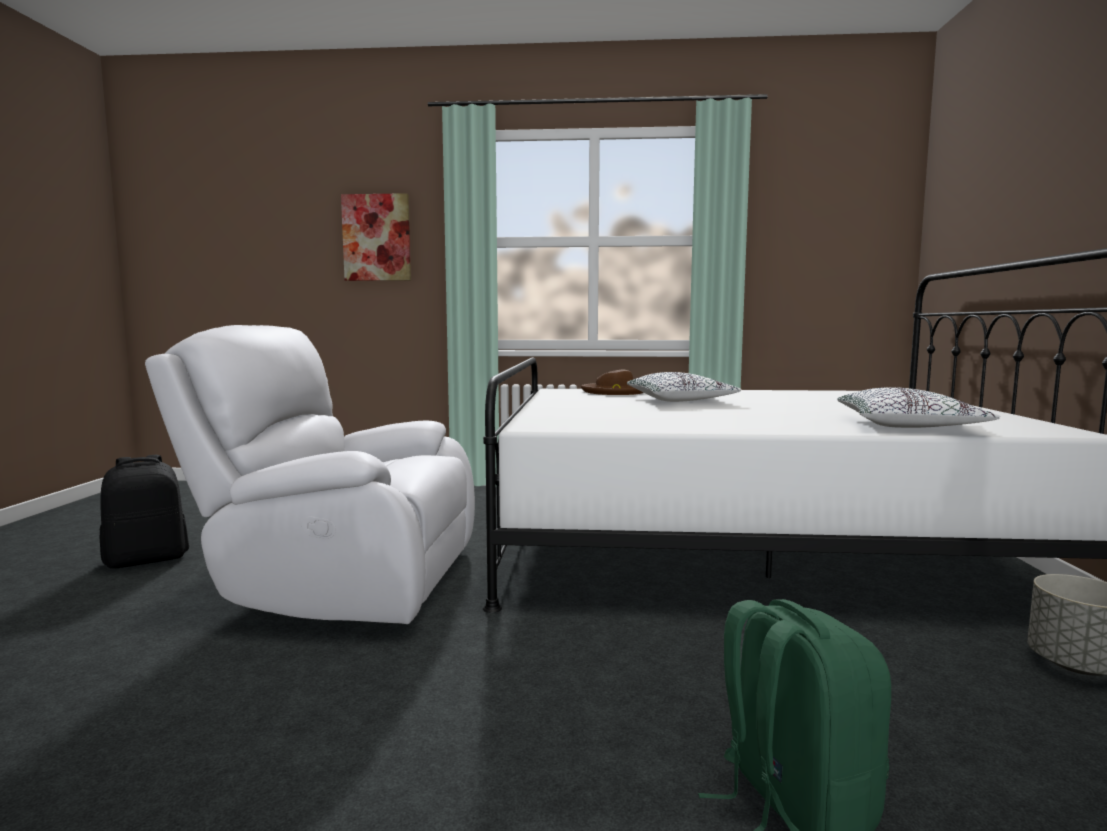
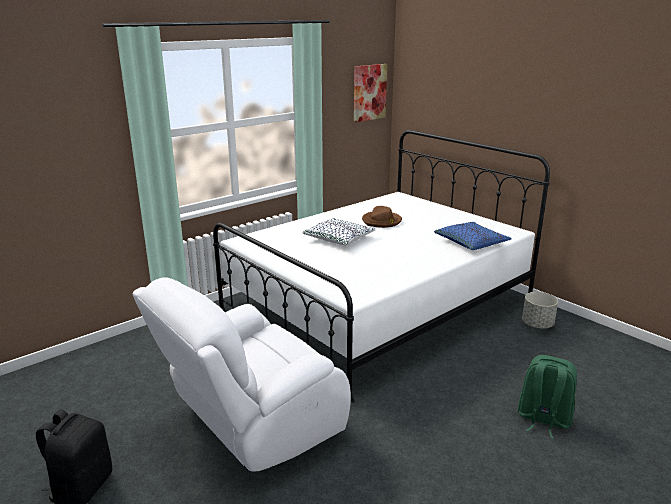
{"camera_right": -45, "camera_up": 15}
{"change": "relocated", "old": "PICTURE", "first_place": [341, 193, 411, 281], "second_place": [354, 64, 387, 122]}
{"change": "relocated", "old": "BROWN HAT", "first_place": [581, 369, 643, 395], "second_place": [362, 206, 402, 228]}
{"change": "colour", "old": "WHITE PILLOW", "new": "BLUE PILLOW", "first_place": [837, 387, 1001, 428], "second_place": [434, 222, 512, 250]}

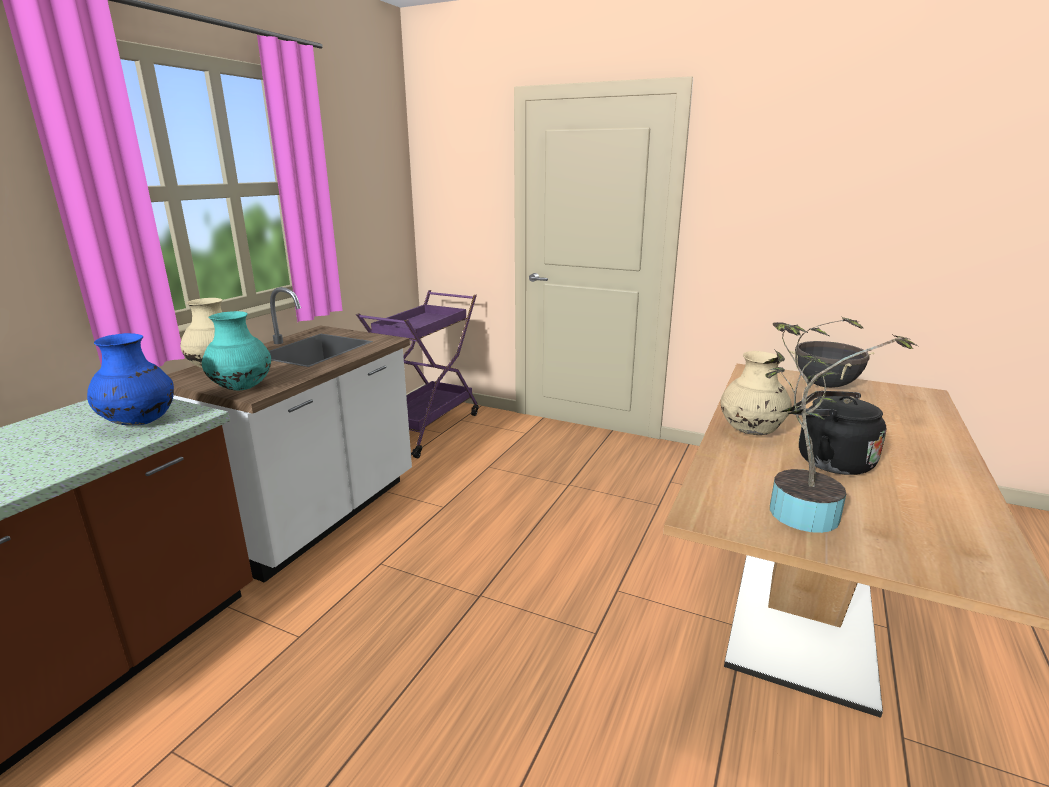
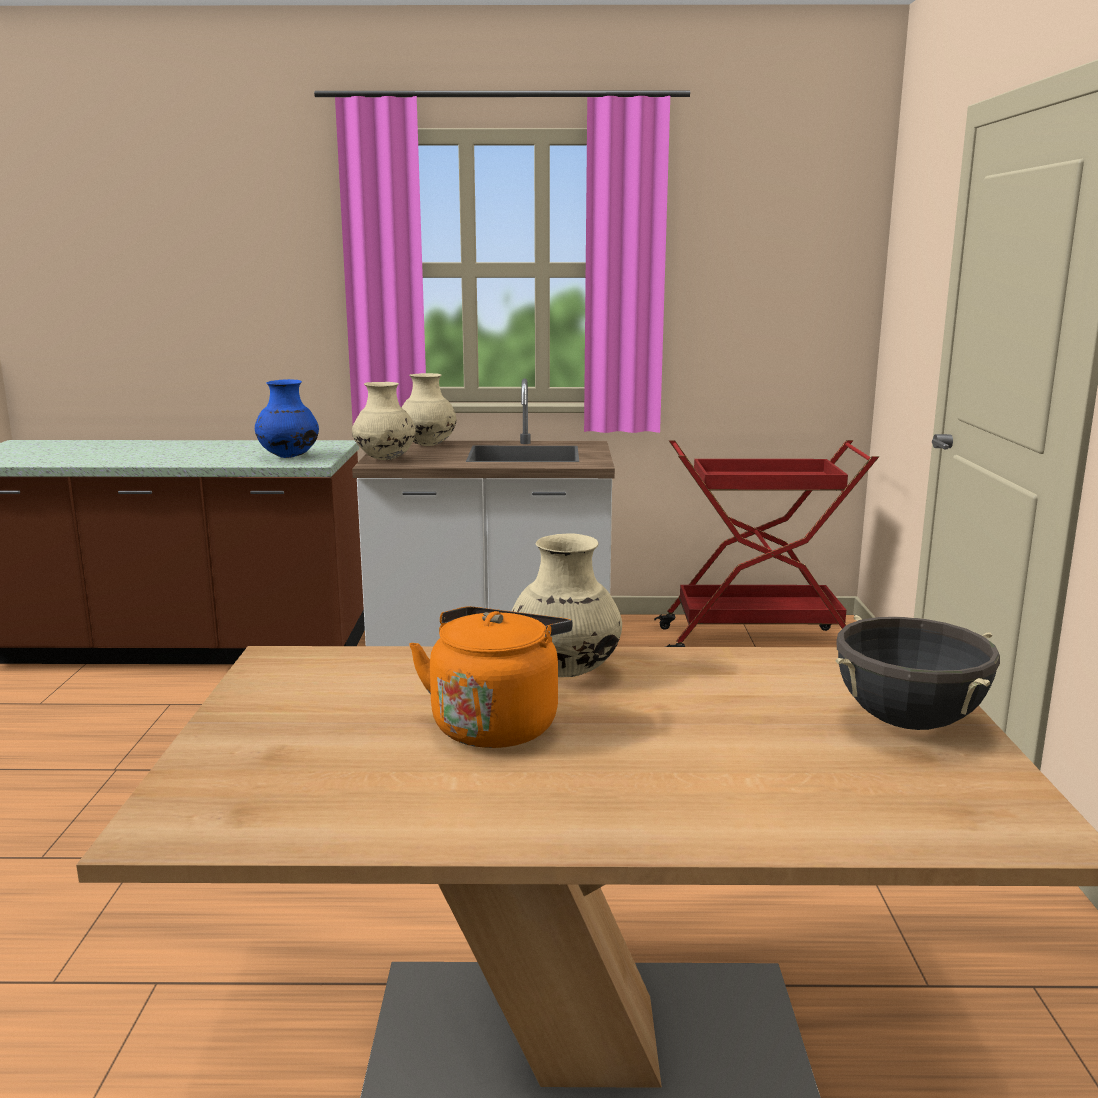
{"camera_right": 65, "camera_up": -5}
{"change": "missing", "old": "POTTED PLANT", "first_place": [763, 315, 918, 533]}
{"change": "colour", "old": "TURQUOISE VASE", "new": "BEIGE VASE", "first_place": [202, 311, 271, 391], "second_place": [352, 382, 415, 460]}
{"change": "colour", "old": "PURPLE CART", "new": "RED CART", "first_place": [356, 290, 479, 458], "second_place": [654, 440, 879, 647]}
{"change": "colour", "old": "BLACK KETTLE", "new": "ORANGE KETTLE", "first_place": [792, 391, 886, 475], "second_place": [409, 607, 573, 748]}

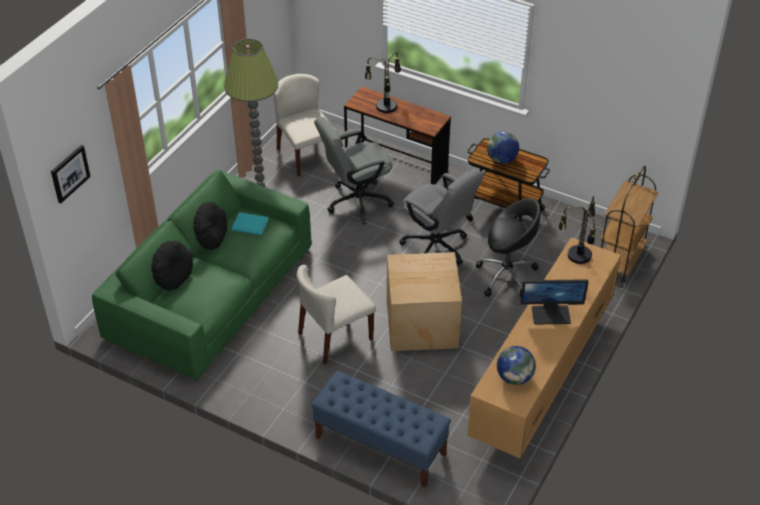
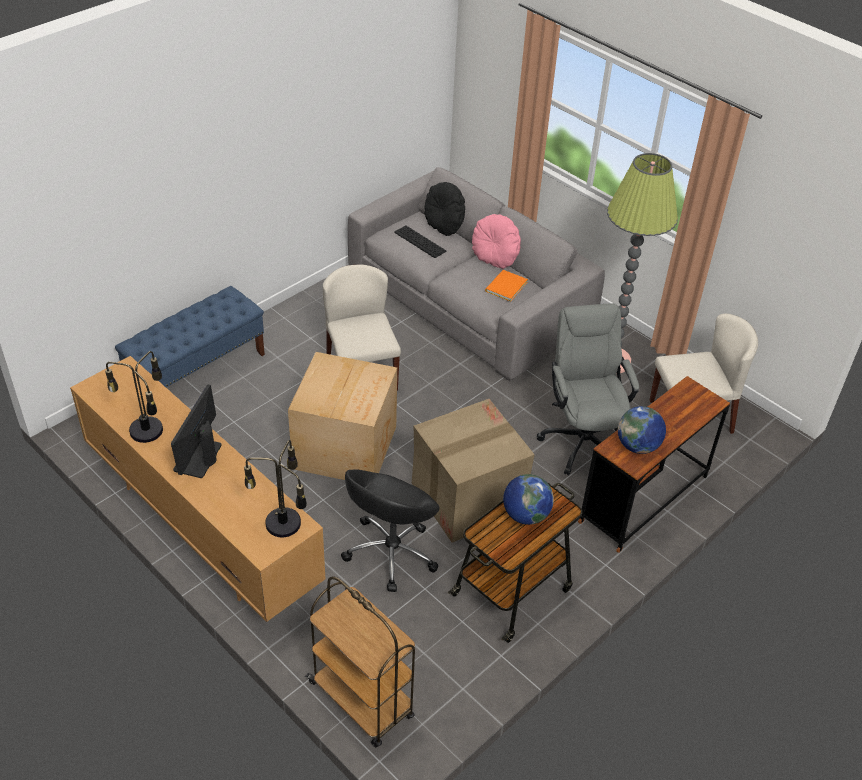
{"camera_right": 105, "camera_up": 0}
{"change": "missing", "old": "PICTURE", "first_place": [51, 145, 91, 203]}
{"change": "appeared", "new": "KEYBOARD", "second_place": [394, 225, 447, 258]}
{"change": "relocated", "old": "TABLE LAMP", "first_place": [365, 52, 401, 113], "second_place": [105, 351, 163, 443]}
{"change": "relocated", "old": "GLOBE", "first_place": [497, 346, 536, 385], "second_place": [618, 406, 666, 454]}
{"change": "exchanged", "old": "GREY OFFICE CHAIR", "new": "CARDBOARD BOX", "first_place": [399, 169, 484, 265], "second_place": [412, 399, 535, 543]}
{"change": "colour", "old": "GREEN SOFA", "new": "GREY SOFA", "first_place": [92, 169, 311, 380], "second_place": [348, 167, 605, 381]}
{"change": "colour", "old": "BLACK PILLOW", "new": "PINK PILLOW", "first_place": [194, 202, 227, 250], "second_place": [472, 214, 521, 269]}
{"change": "colour", "old": "TURQUOISE BOOK", "new": "ORANGE BOOK", "first_place": [232, 212, 269, 235], "second_place": [485, 270, 528, 301]}

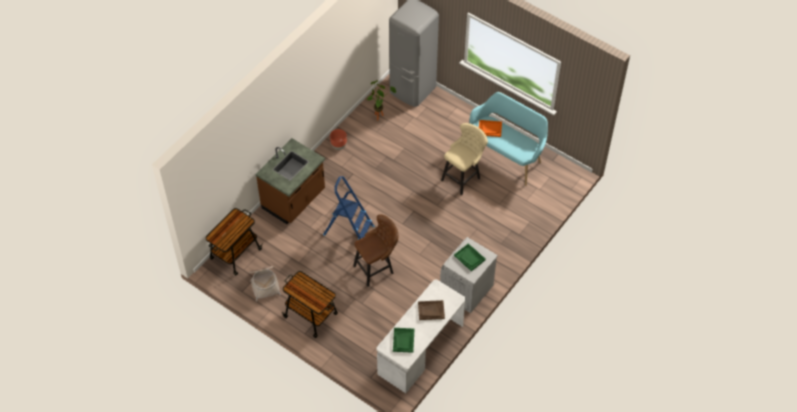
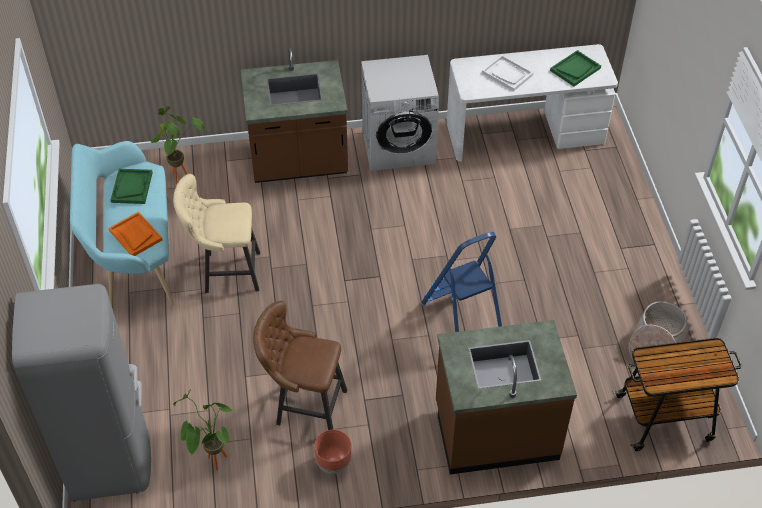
{"camera_right": -135, "camera_up": -5}
{"change": "missing", "old": "CART", "first_place": [281, 271, 338, 338]}
{"change": "appeared", "new": "POTTED PLANT", "second_place": [151, 106, 205, 184]}
{"change": "appeared", "new": "BROWN COUNTER", "second_place": [241, 47, 348, 183]}
{"change": "relocated", "old": "BROWN STOOL", "first_place": [353, 214, 398, 286], "second_place": [253, 301, 347, 430]}
{"change": "relocated", "old": "GREEN TRAY", "first_place": [454, 243, 486, 271], "second_place": [111, 169, 153, 204]}
{"change": "colour", "old": "BROWN TRAY", "new": "WHITE TRAY", "first_place": [418, 300, 445, 320], "second_place": [482, 55, 534, 91]}

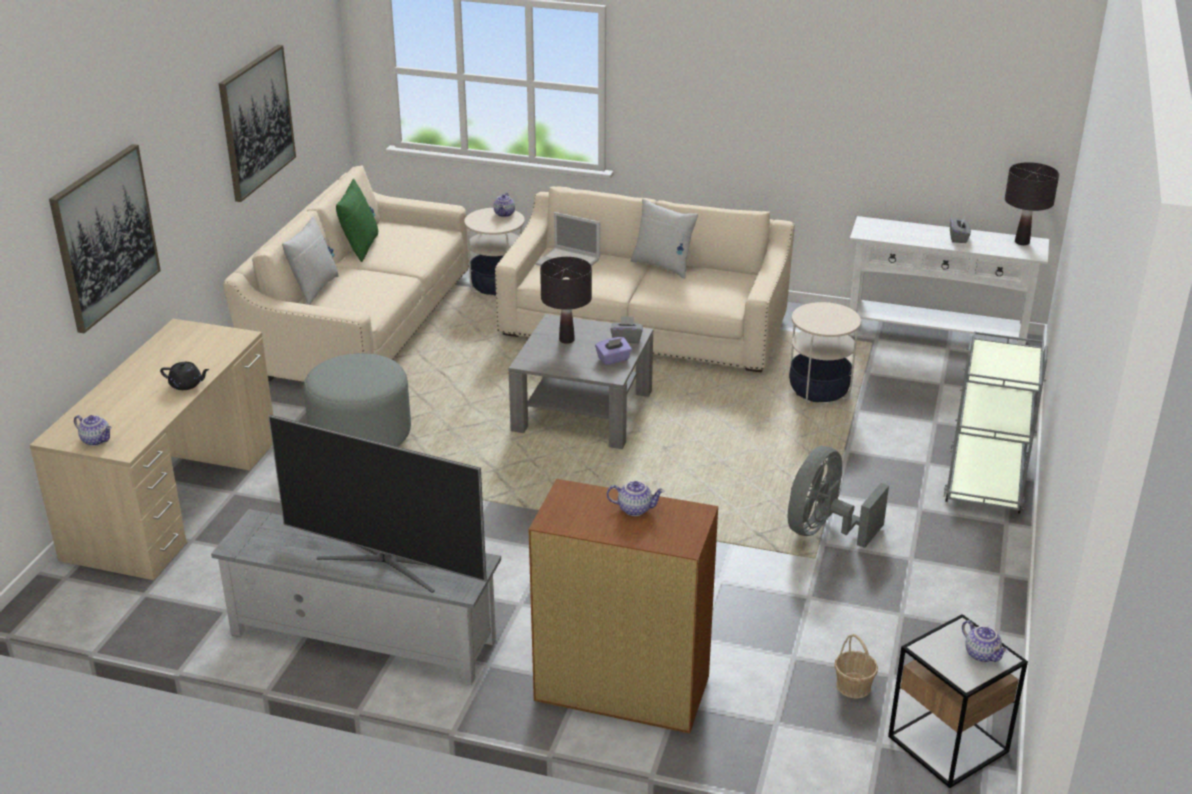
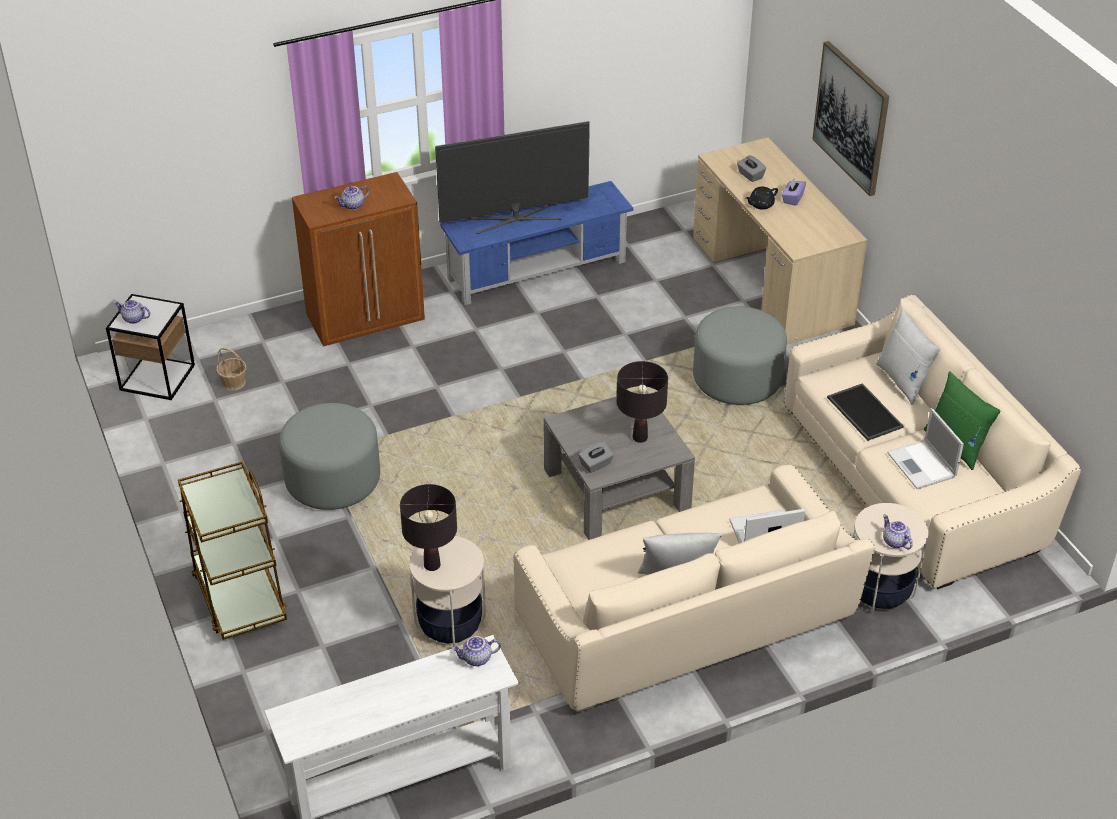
{"camera_right": 140, "camera_up": 10}
{"change": "missing", "old": "PICTURE", "first_place": [219, 45, 296, 202]}
{"change": "appeared", "new": "TRAY", "second_place": [827, 383, 903, 441]}
{"change": "appeared", "new": "LAPTOP", "second_place": [887, 408, 964, 489]}
{"change": "relocated", "old": "TEAPOT", "first_place": [74, 415, 112, 446], "second_place": [452, 636, 501, 666]}
{"change": "relocated", "old": "PURPLE TISSUE BOX", "first_place": [595, 337, 632, 365], "second_place": [782, 178, 806, 206]}
{"change": "relocated", "old": "GREY TISSUE BOX", "first_place": [950, 215, 971, 243], "second_place": [737, 155, 766, 182]}
{"change": "relocated", "old": "BLACK TABLE LAMP", "first_place": [1005, 162, 1059, 245], "second_place": [400, 484, 457, 571]}
{"change": "exchanged", "old": "GREY FAN", "new": "GREY OTTOMAN", "first_place": [788, 446, 889, 548], "second_place": [279, 403, 380, 510]}
{"change": "colour", "old": "GREY TV STAND", "new": "BLUE TV STAND", "first_place": [211, 509, 501, 685], "second_place": [440, 181, 633, 305]}
{"change": "colour", "old": "GREY CART", "new": "BROWN CART", "first_place": [944, 332, 1048, 514], "second_place": [178, 461, 287, 640]}

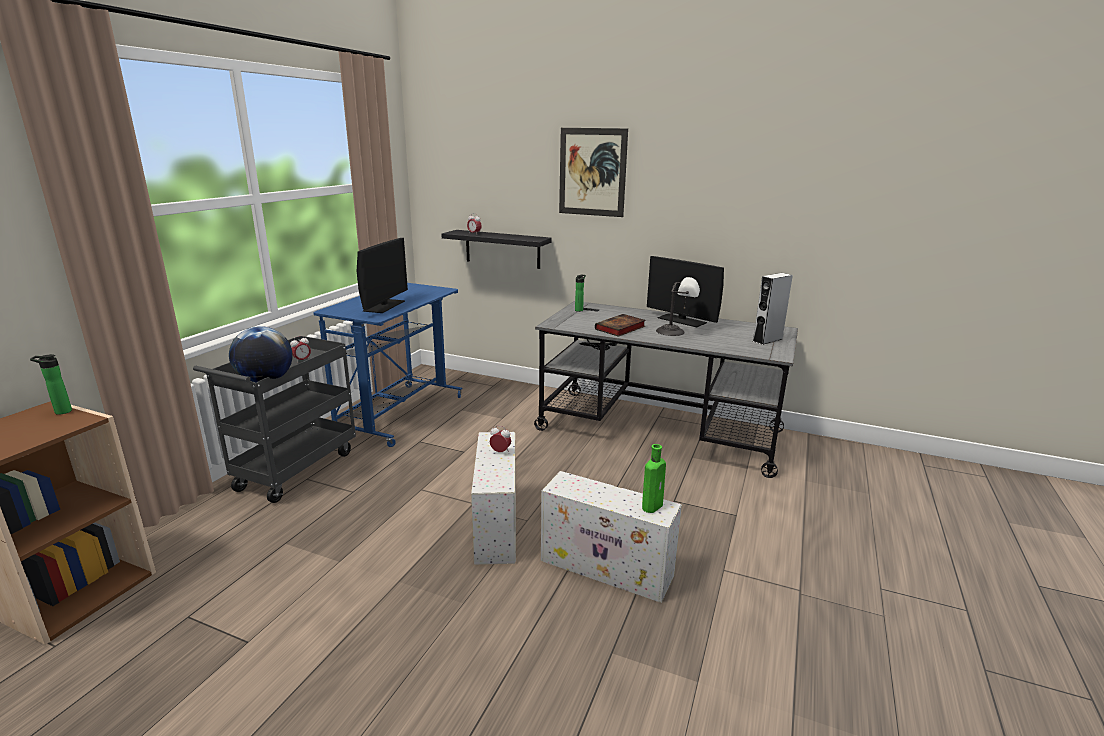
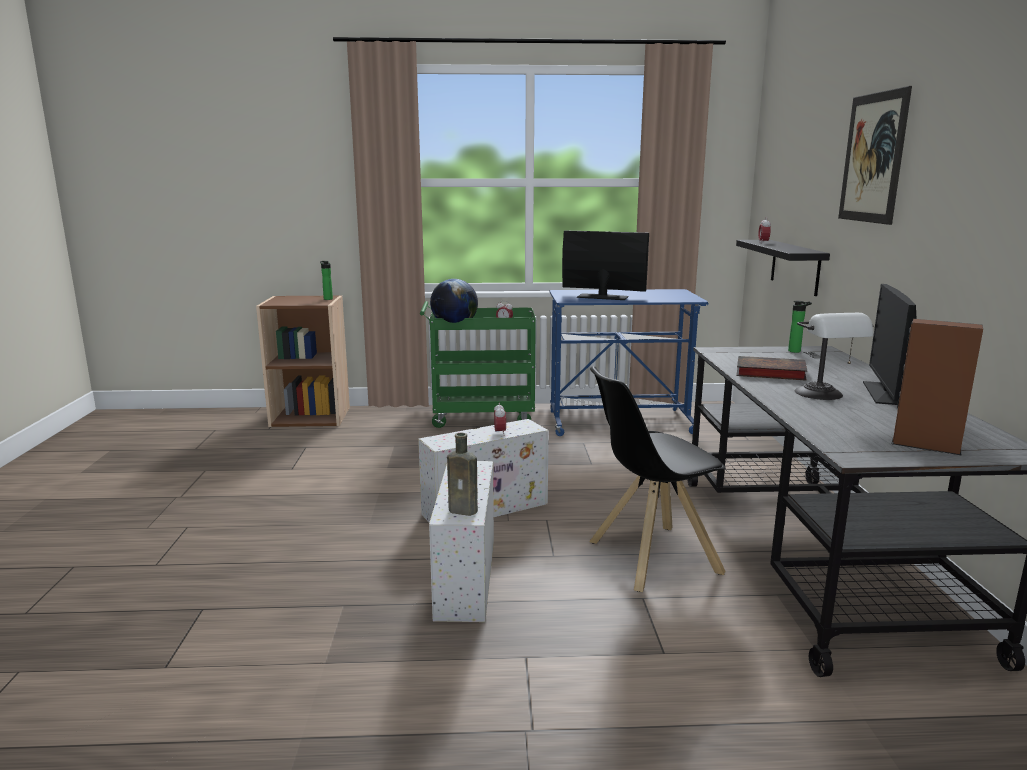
{"camera_right": 65, "camera_up": -5}
{"change": "appeared", "new": "BLACK CHAIR", "second_place": [589, 366, 726, 592]}
{"change": "colour", "old": "GREY CART", "new": "GREEN CART", "first_place": [193, 336, 356, 503], "second_place": [420, 301, 536, 428]}
{"change": "colour", "old": "GREEN BOTTLE", "new": "BROWN BOTTLE", "first_place": [642, 444, 666, 513], "second_place": [447, 433, 478, 516]}
{"change": "colour", "old": "GREY SPEAKER", "new": "BROWN SPEAKER", "first_place": [753, 273, 793, 345], "second_place": [892, 319, 983, 455]}
{"change": "spun", "old": "MONITOR", "first_place": [357, 238, 408, 313], "second_place": [562, 230, 649, 300], "degrees": -150}

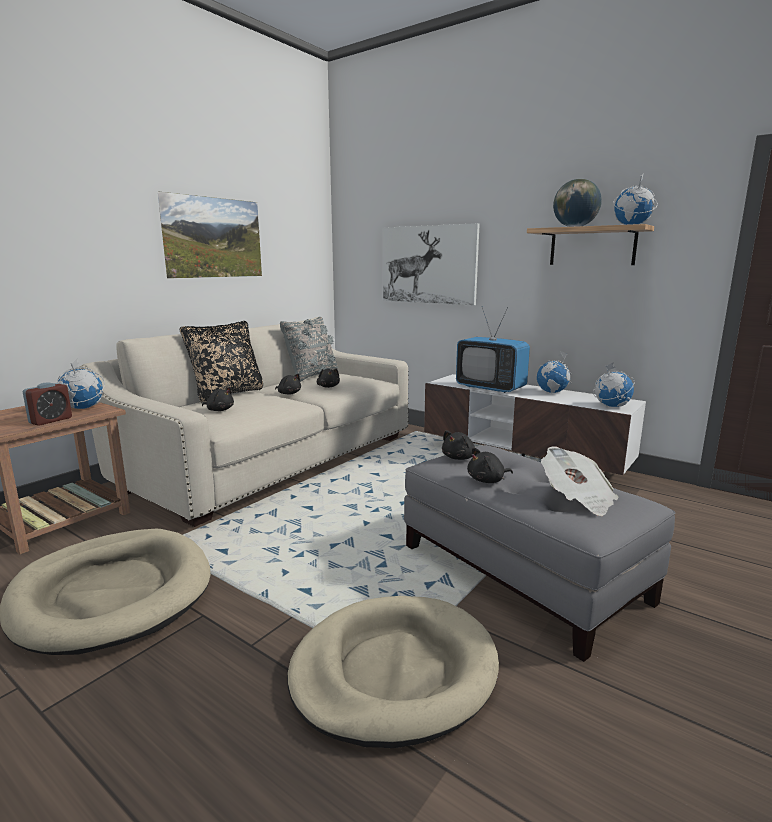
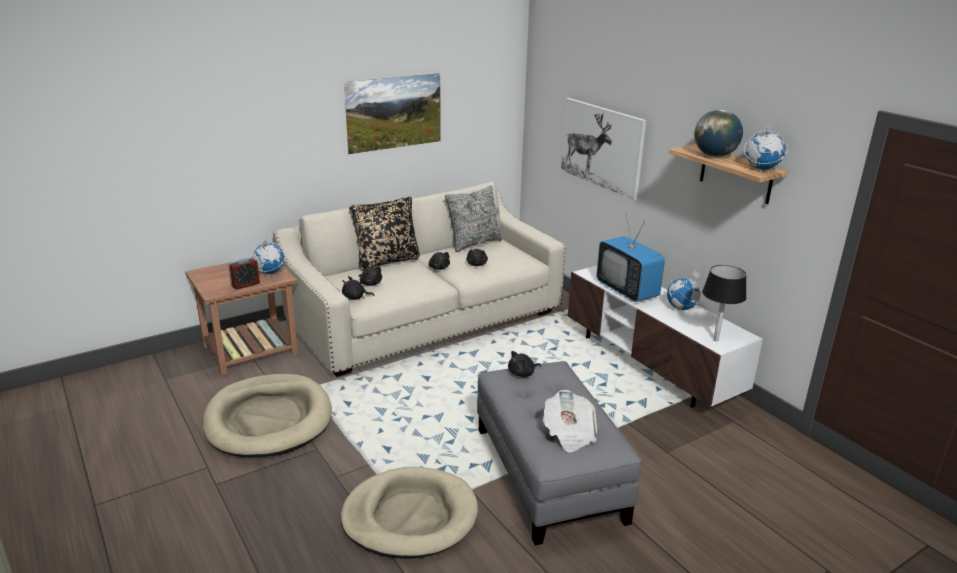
{"camera_right": 20, "camera_up": 10}
{"change": "relocated", "old": "BLACK PLUSH TOY", "first_place": [467, 448, 513, 483], "second_place": [342, 276, 375, 300]}
{"change": "exchanged", "old": "GLOBE", "new": "BLACK TABLE LAMP", "first_place": [593, 362, 634, 407], "second_place": [702, 265, 747, 341]}

